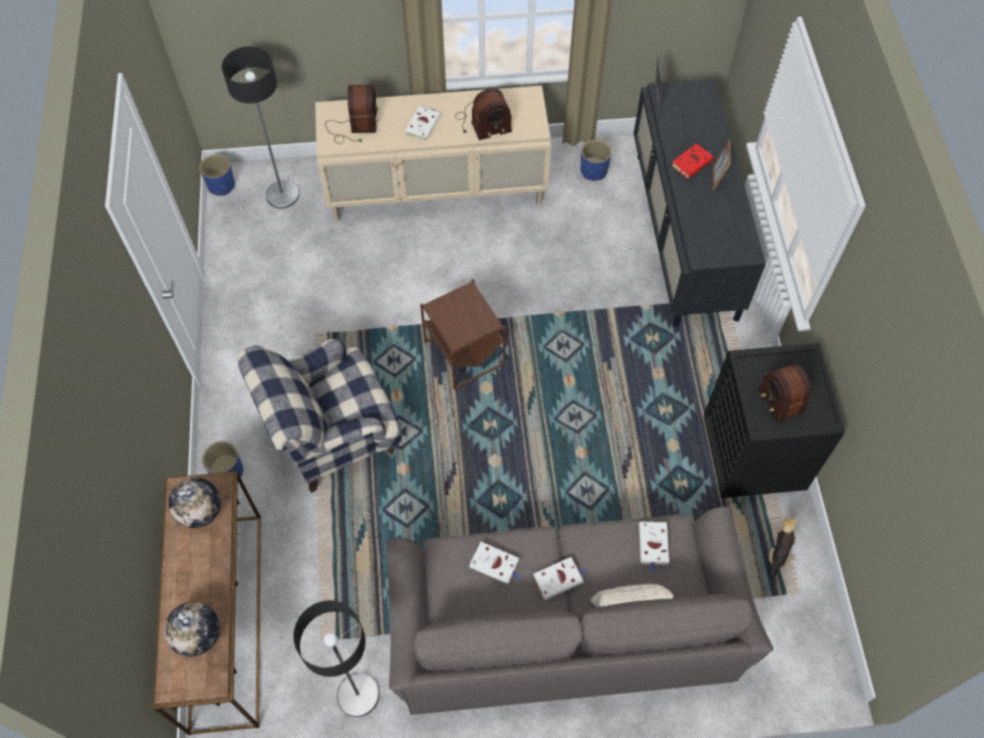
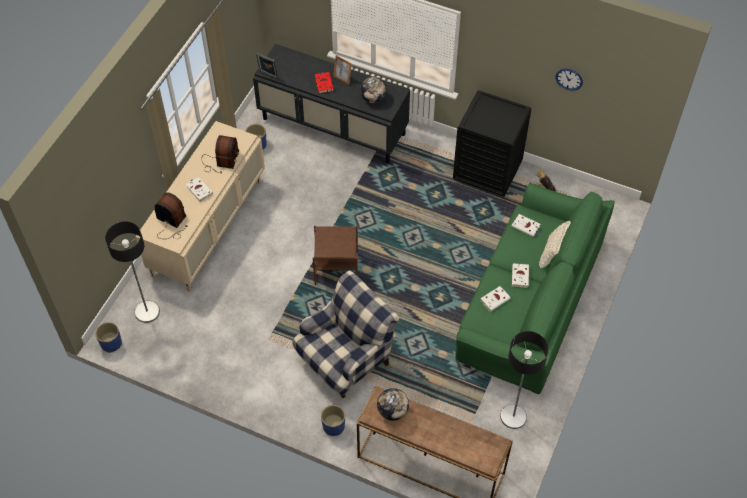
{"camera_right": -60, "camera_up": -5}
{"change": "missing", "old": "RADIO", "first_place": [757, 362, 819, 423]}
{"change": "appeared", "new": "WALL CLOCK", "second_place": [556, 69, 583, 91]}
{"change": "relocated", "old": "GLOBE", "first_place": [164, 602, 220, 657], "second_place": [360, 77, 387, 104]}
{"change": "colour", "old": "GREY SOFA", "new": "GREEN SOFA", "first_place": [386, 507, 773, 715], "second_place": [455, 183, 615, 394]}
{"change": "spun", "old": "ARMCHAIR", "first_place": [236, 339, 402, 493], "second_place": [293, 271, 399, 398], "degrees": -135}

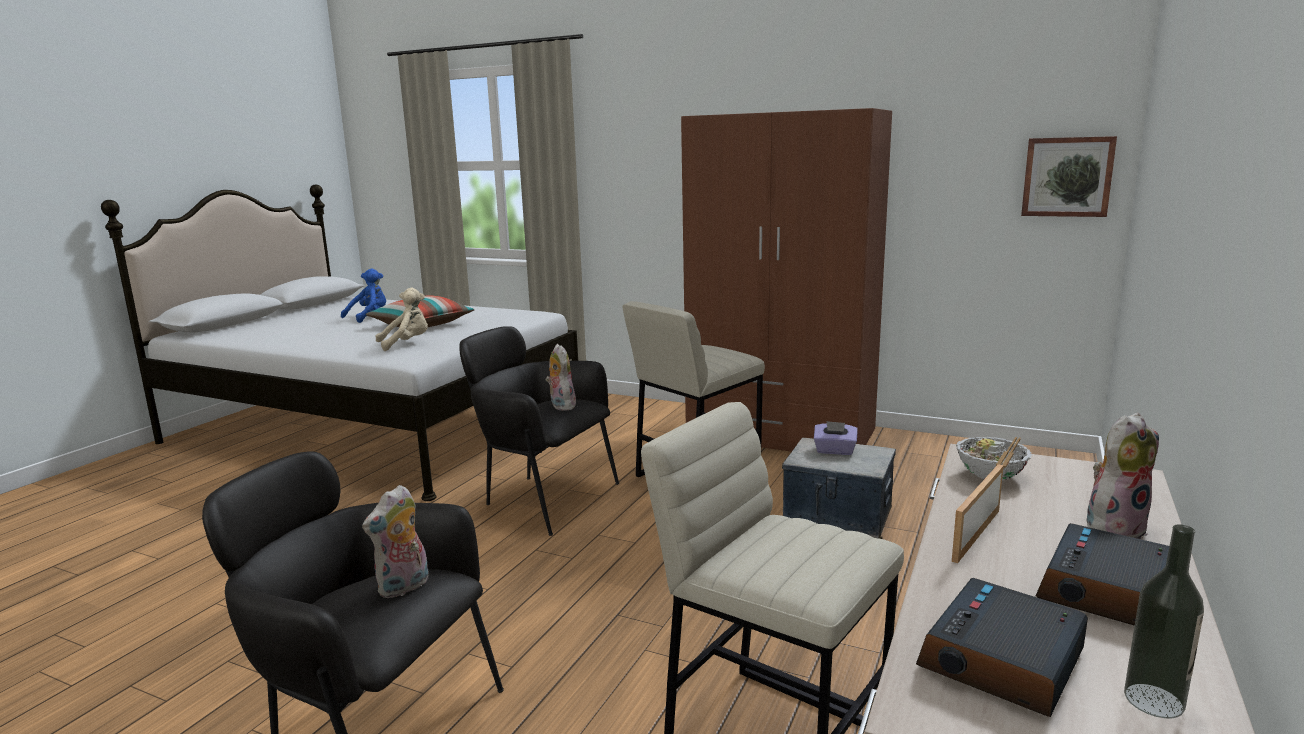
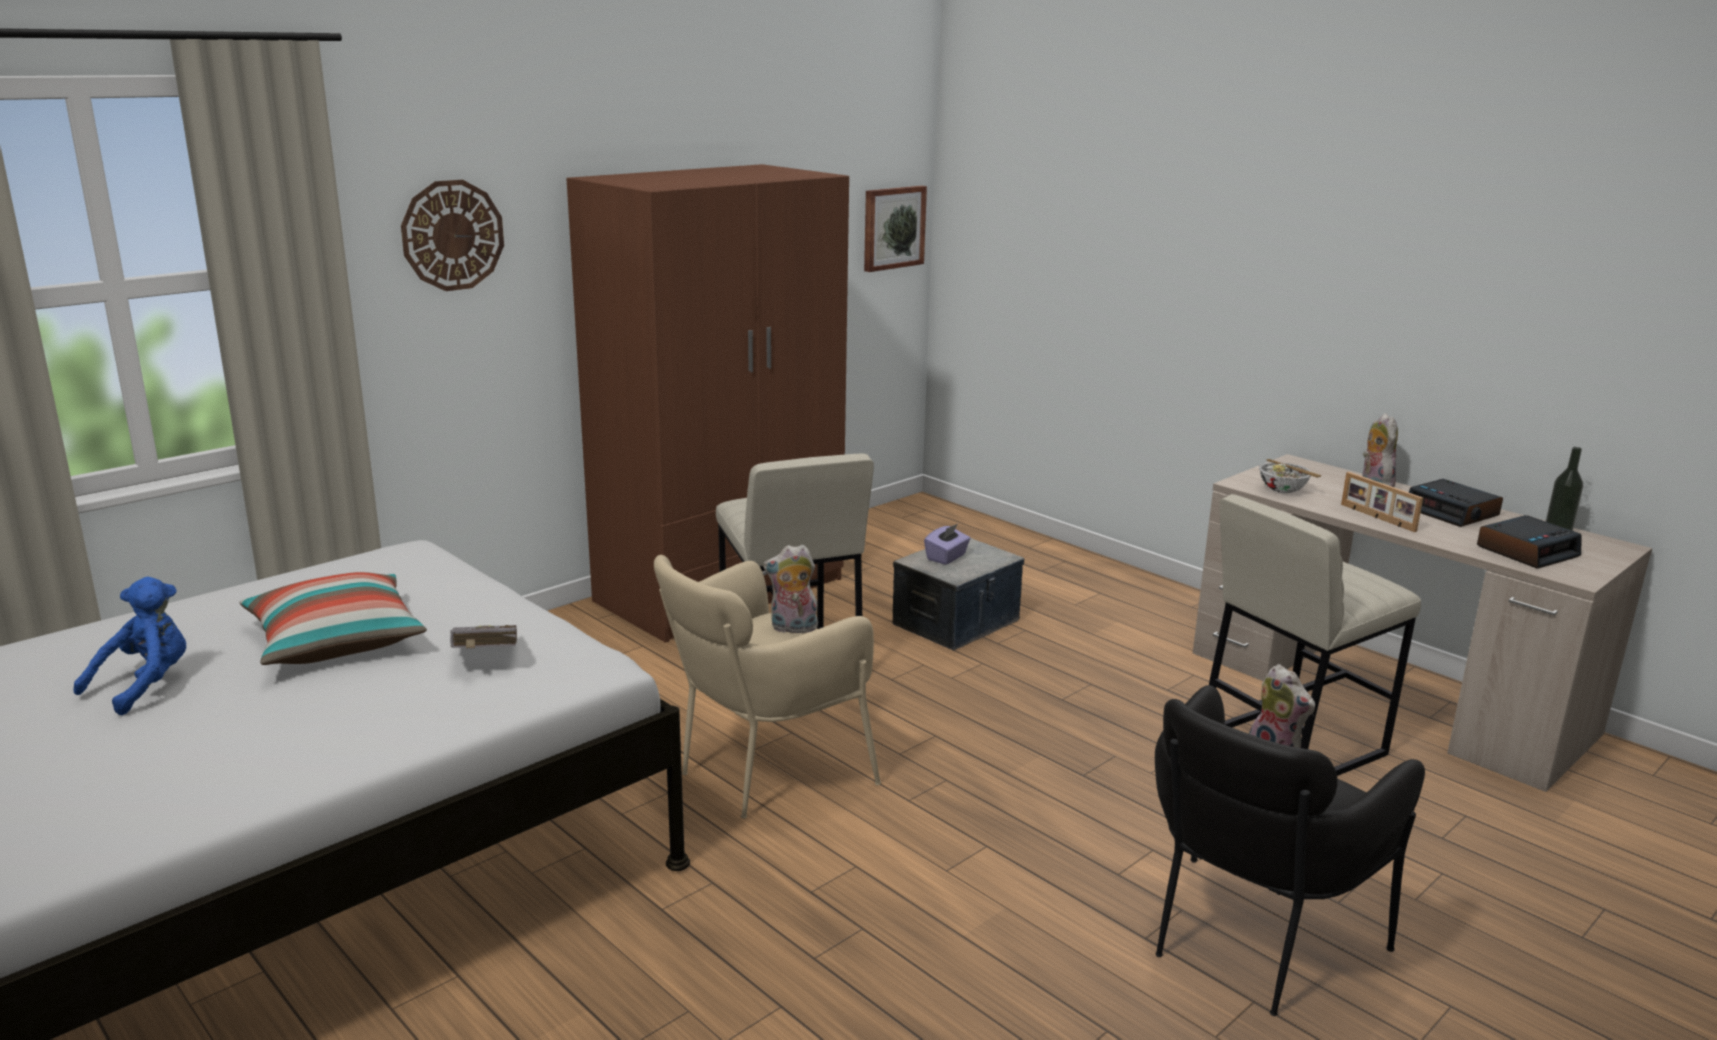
{"camera_right": -70, "camera_up": 5}
{"change": "appeared", "new": "WALL CLOCK", "second_place": [401, 180, 504, 291]}
{"change": "exchanged", "old": "BEIGE PLUSH TOY", "new": "GREY BOOK", "first_place": [375, 288, 428, 351], "second_place": [450, 625, 517, 648]}
{"change": "colour", "old": "BLACK ARMCHAIR", "new": "BEIGE ARMCHAIR", "first_place": [459, 326, 619, 536], "second_place": [654, 555, 881, 819]}
{"change": "spun", "old": "BLUE PLUSH TOY", "first_place": [341, 269, 386, 323], "second_place": [73, 577, 186, 716], "degrees": 60}
{"change": "spun", "old": "ALARM CLOCK", "first_place": [916, 578, 1088, 717], "second_place": [1477, 515, 1582, 569], "degrees": -90}

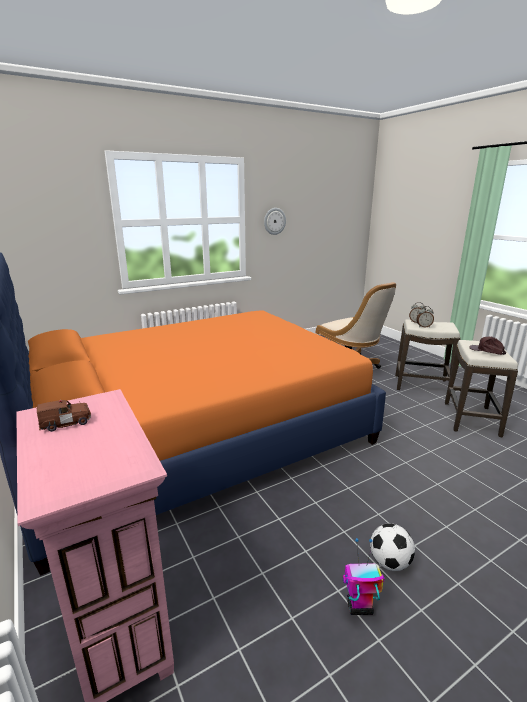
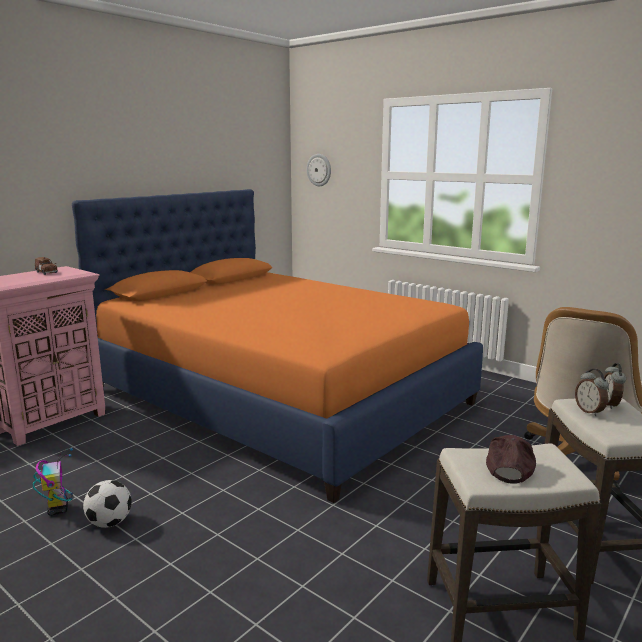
{"camera_right": 70, "camera_up": -5}
{"change": "relocated", "old": "WALL CLOCK", "first_place": [264, 208, 286, 235], "second_place": [307, 154, 331, 186]}

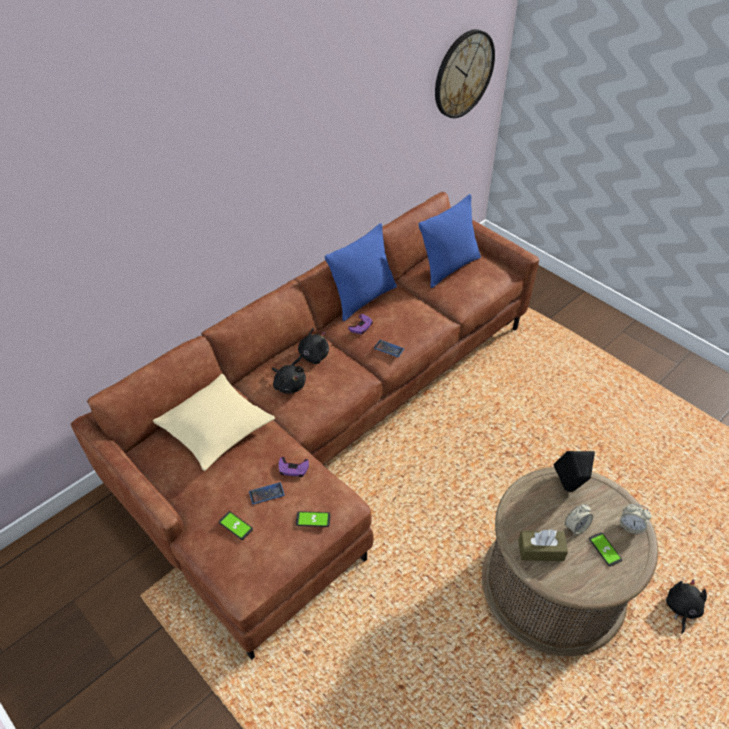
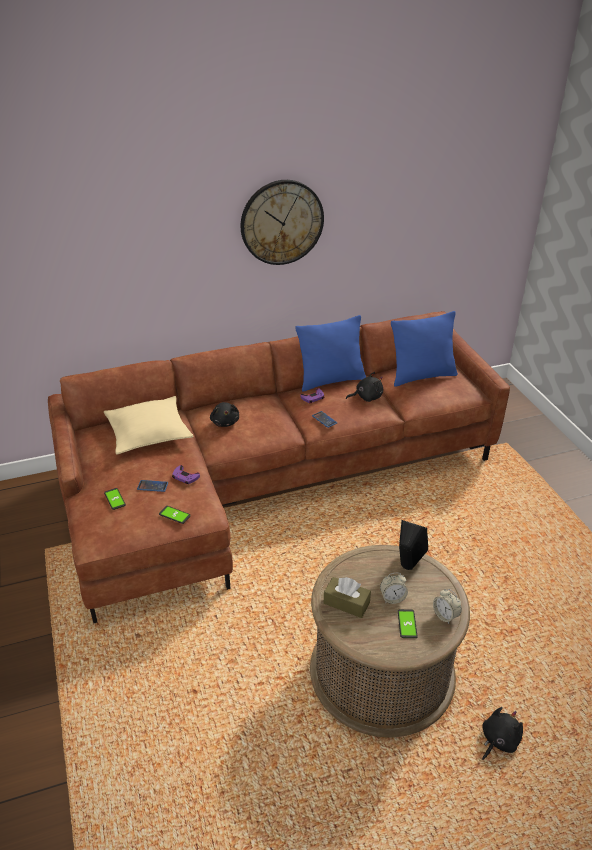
{"camera_right": 25, "camera_up": -10}
{"change": "relocated", "old": "BLACK PLUSH TOY", "first_place": [291, 328, 329, 365], "second_place": [346, 372, 383, 402]}
{"change": "relocated", "old": "WALL CLOCK", "first_place": [435, 29, 495, 118], "second_place": [240, 180, 324, 265]}

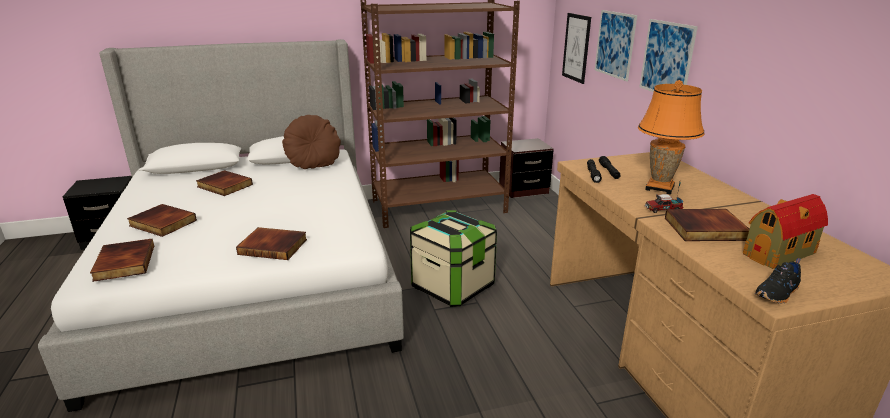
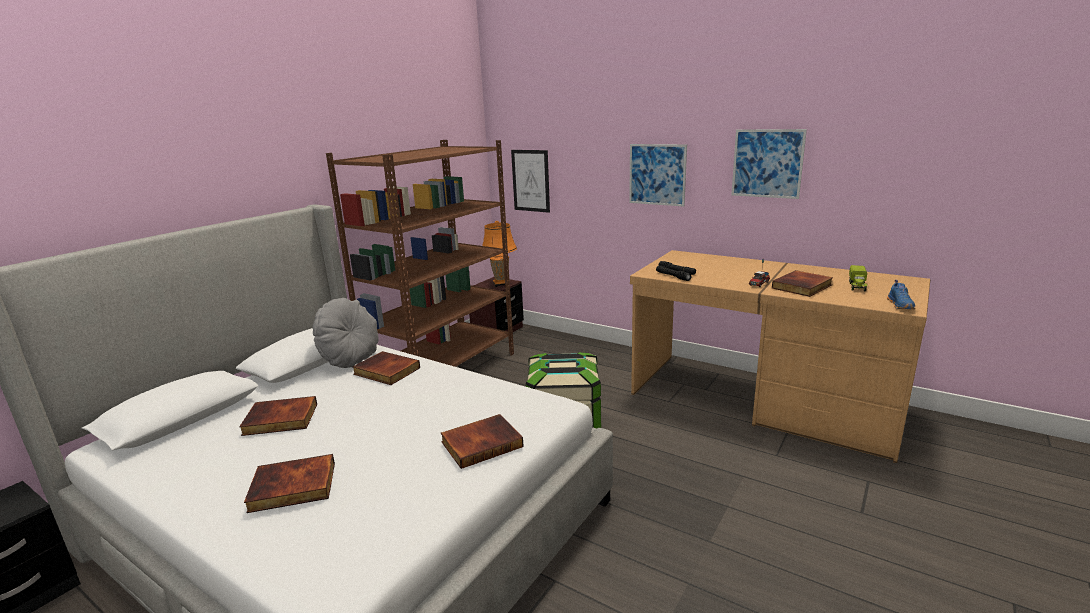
{"camera_right": -40, "camera_up": -5}
{"change": "relocated", "old": "BOOK", "first_place": [90, 239, 154, 282], "second_place": [353, 351, 420, 385]}
{"change": "relocated", "old": "PICTURE", "first_place": [595, 10, 637, 81], "second_place": [731, 129, 807, 199]}
{"change": "relocated", "old": "ORANGE TABLE LAMP", "first_place": [638, 80, 705, 194], "second_place": [482, 221, 517, 287]}
{"change": "exchanged", "old": "TOY HOUSE", "new": "TOY TRUCK", "first_place": [743, 194, 828, 269], "second_place": [849, 265, 867, 292]}
{"change": "colour", "old": "BROWN PILLOW", "new": "GREY PILLOW", "first_place": [282, 115, 341, 169], "second_place": [313, 298, 378, 368]}
{"change": "colour", "old": "BLACK SHOE", "new": "BLUE SHOE", "first_place": [755, 258, 801, 304], "second_place": [887, 280, 915, 309]}

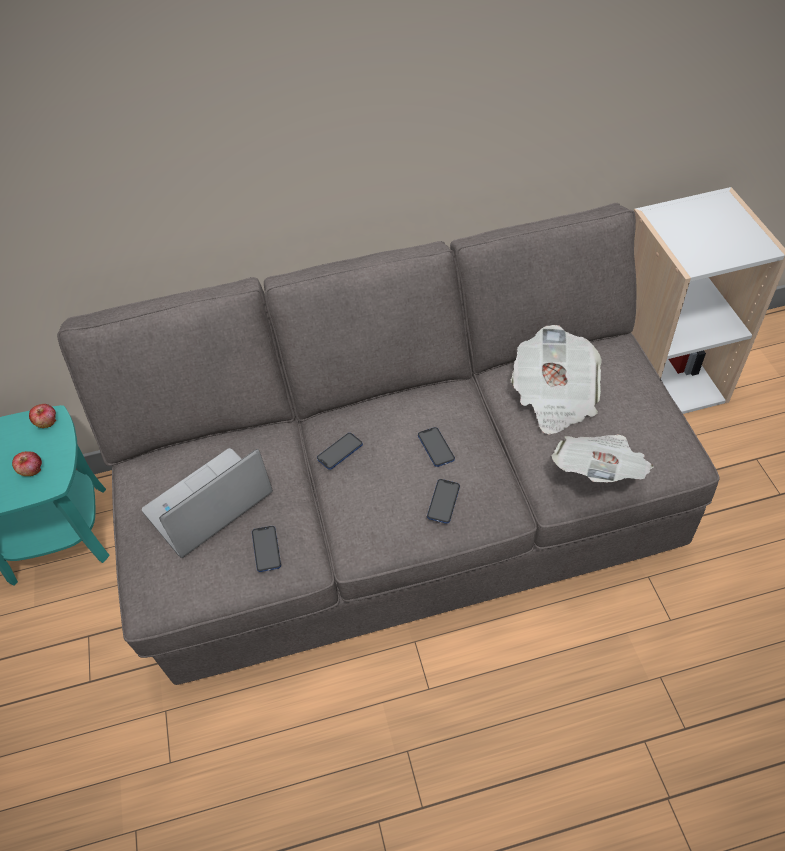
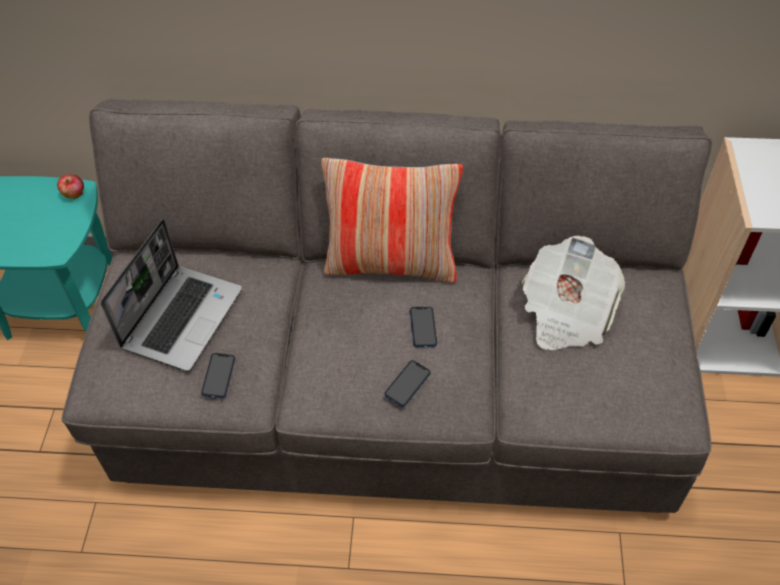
{"camera_right": 15, "camera_up": 0}
{"change": "missing", "old": "APPLE", "first_place": [12, 451, 42, 476]}
{"change": "missing", "old": "PHONE", "first_place": [317, 433, 363, 470]}
{"change": "missing", "old": "NEWSPAPER", "first_place": [552, 434, 654, 482]}
{"change": "appeared", "new": "PILLOW", "second_place": [321, 158, 463, 283]}
{"change": "spun", "old": "LAPTOP", "first_place": [142, 448, 273, 558], "second_place": [101, 219, 242, 371], "degrees": 135}

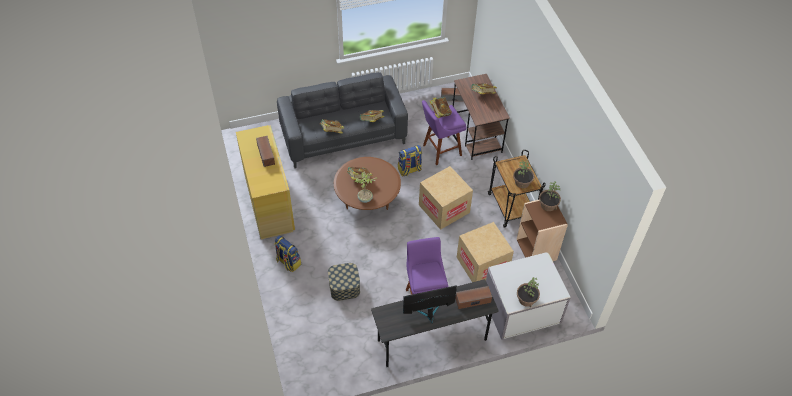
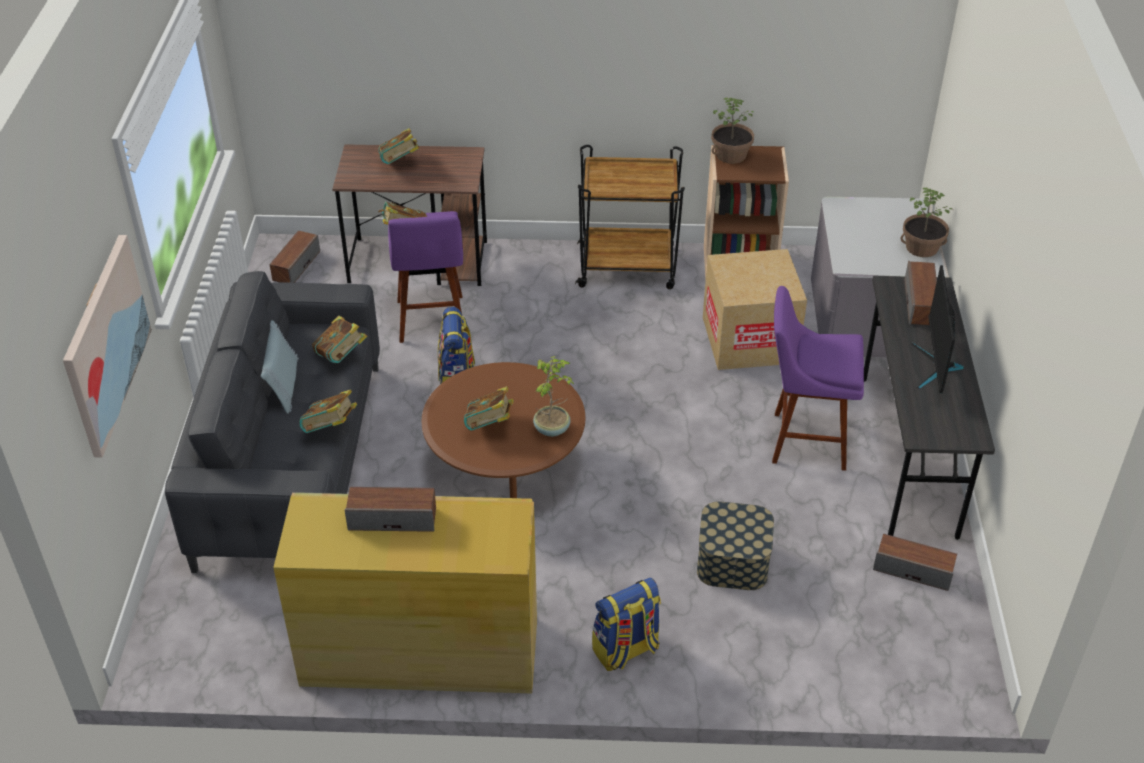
{"camera_right": -70, "camera_up": -10}
{"change": "missing", "old": "CARDBOARD BOX", "first_place": [419, 166, 473, 230]}
{"change": "missing", "old": "POTTED PLANT", "first_place": [513, 160, 534, 188]}
{"change": "appeared", "new": "PICTURE", "second_place": [63, 235, 152, 457]}
{"change": "appeared", "new": "BLUE PILLOW", "second_place": [261, 320, 298, 414]}
{"change": "appeared", "new": "SPEAKER", "second_place": [873, 534, 957, 591]}

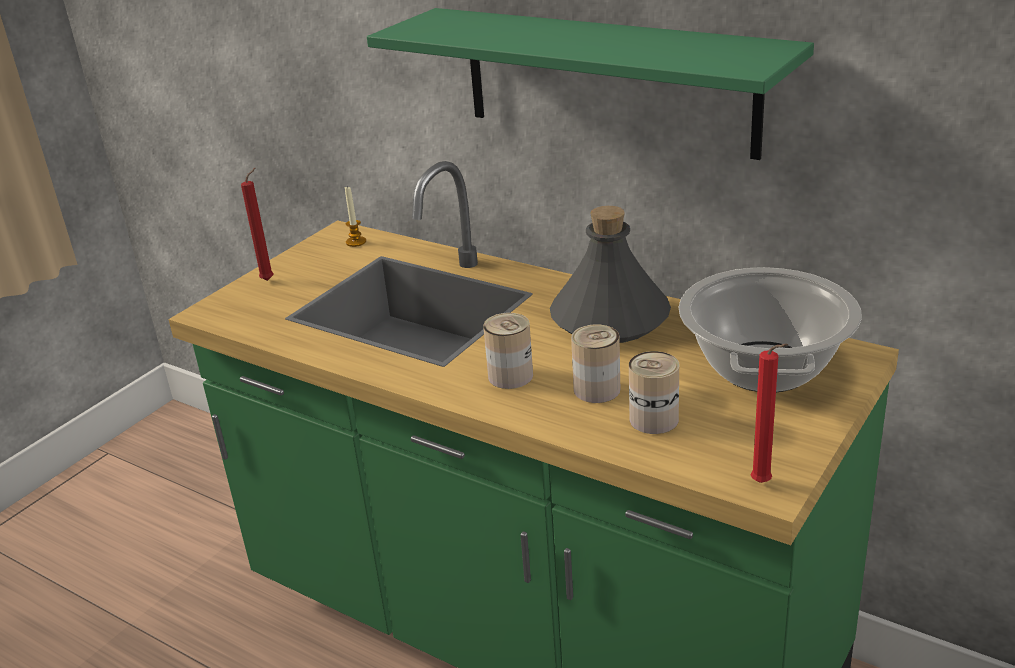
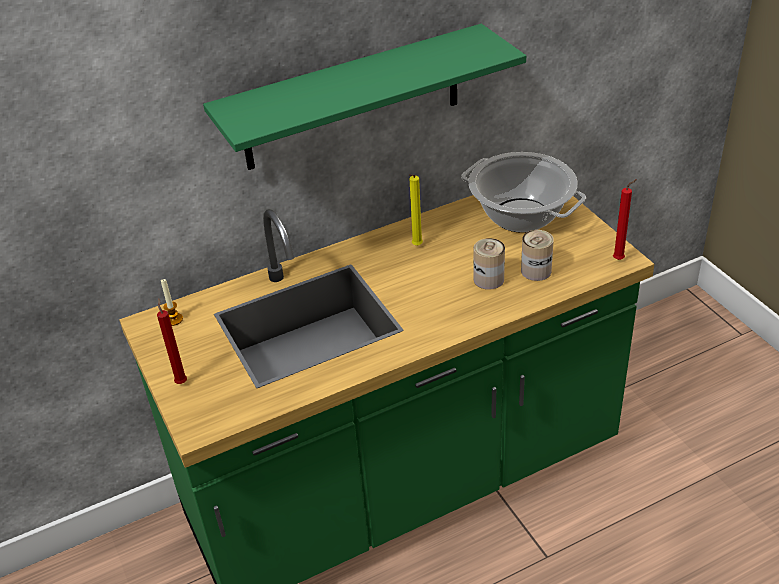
{"camera_right": -60, "camera_up": 10}
{"change": "missing", "old": "CAN", "first_place": [483, 313, 533, 389]}
{"change": "exchanged", "old": "GREY BOTTLE", "new": "YELLOW CANDLE", "first_place": [550, 206, 671, 343], "second_place": [409, 174, 423, 246]}

